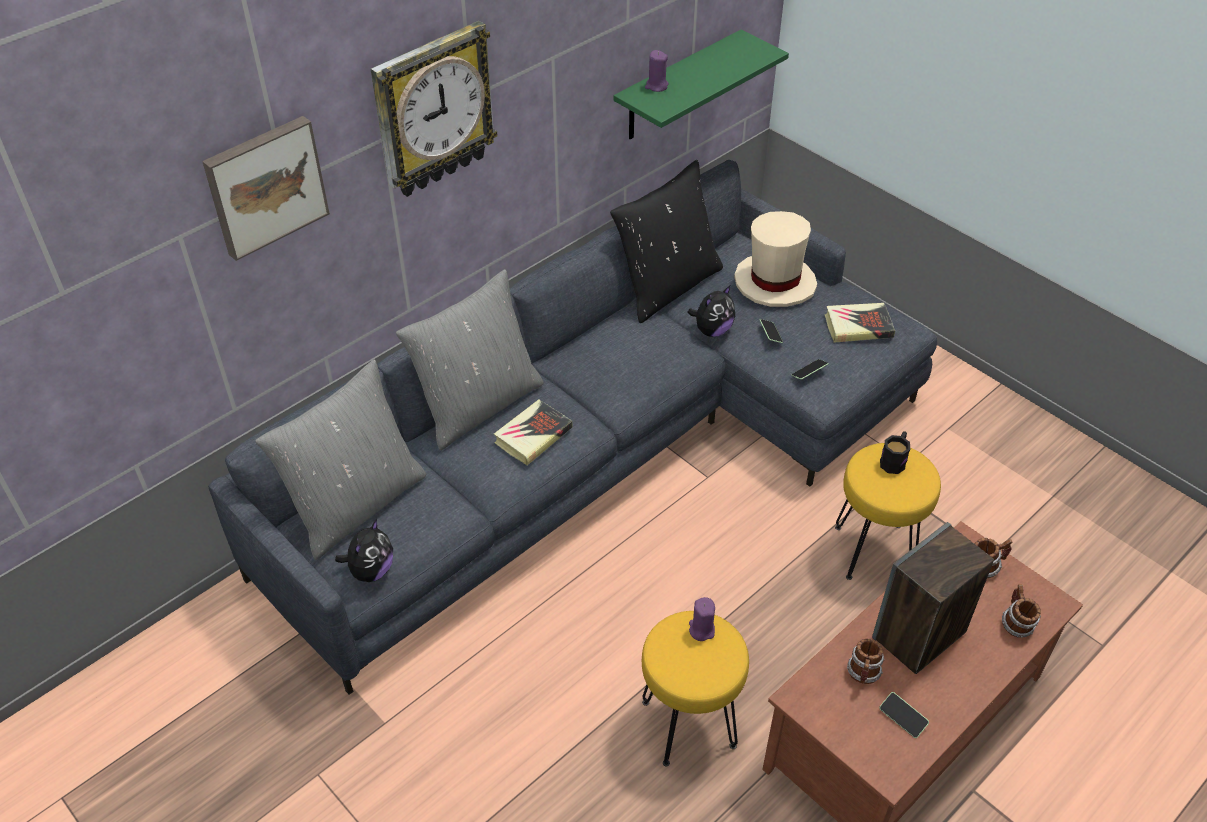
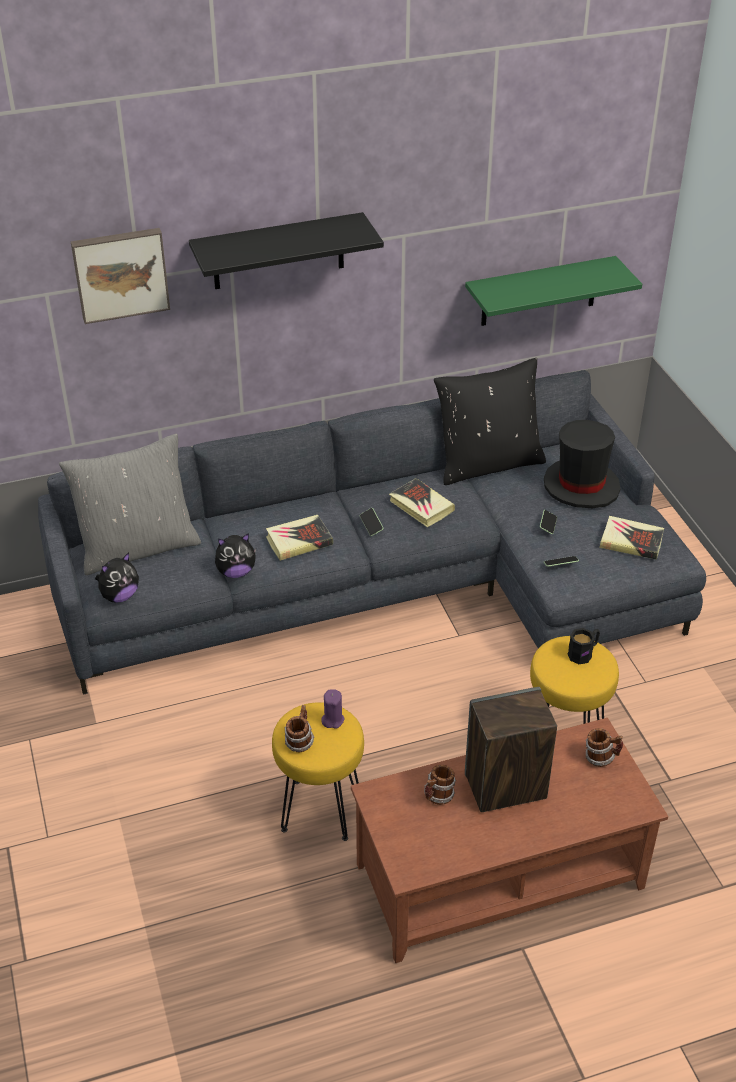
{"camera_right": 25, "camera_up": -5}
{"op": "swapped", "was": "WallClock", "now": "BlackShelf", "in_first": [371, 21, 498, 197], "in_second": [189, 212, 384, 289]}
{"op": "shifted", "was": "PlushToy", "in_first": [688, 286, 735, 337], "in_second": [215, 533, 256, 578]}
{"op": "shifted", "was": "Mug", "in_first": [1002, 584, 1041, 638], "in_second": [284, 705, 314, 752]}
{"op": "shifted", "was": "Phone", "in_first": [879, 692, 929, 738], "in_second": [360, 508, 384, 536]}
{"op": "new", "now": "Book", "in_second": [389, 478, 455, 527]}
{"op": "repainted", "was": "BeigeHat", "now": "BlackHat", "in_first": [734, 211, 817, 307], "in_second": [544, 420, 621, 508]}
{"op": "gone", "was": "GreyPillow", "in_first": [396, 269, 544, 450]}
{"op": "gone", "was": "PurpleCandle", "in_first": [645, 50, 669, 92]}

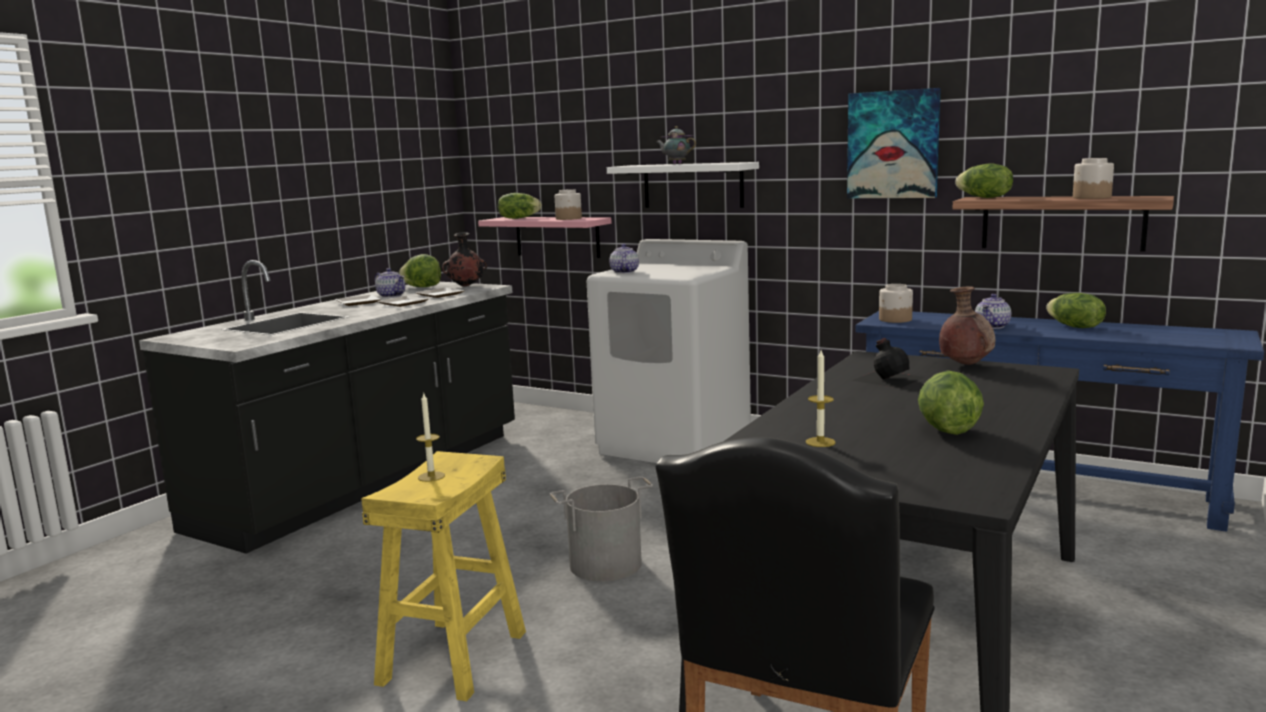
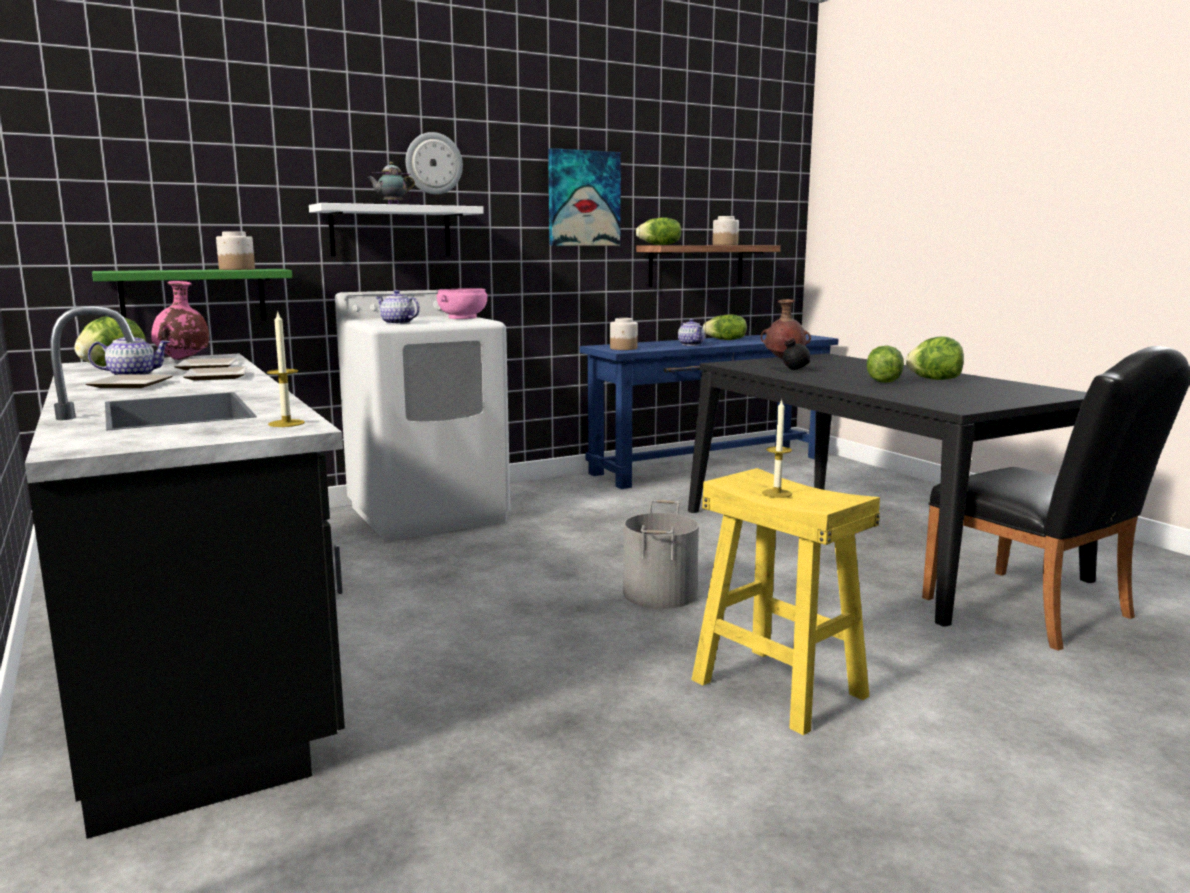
{"camera_right": -60, "camera_up": 0}
{"op": "repainted", "was": "PinkShelf", "now": "GreenShelf", "in_first": [478, 217, 611, 258], "in_second": [92, 269, 292, 320]}
{"op": "repainted", "was": "BlackVase", "now": "PinkVase", "in_first": [442, 232, 487, 287], "in_second": [151, 281, 209, 360]}
{"op": "shifted", "was": "Candle", "in_first": [806, 350, 835, 447], "in_second": [267, 310, 305, 427]}
{"op": "new", "now": "WallClock", "in_second": [406, 132, 463, 195]}
{"op": "new", "now": "PinkBowl", "in_second": [437, 288, 487, 319]}
{"op": "shifted", "was": "Lettuce", "in_first": [498, 193, 542, 219], "in_second": [867, 346, 904, 383]}

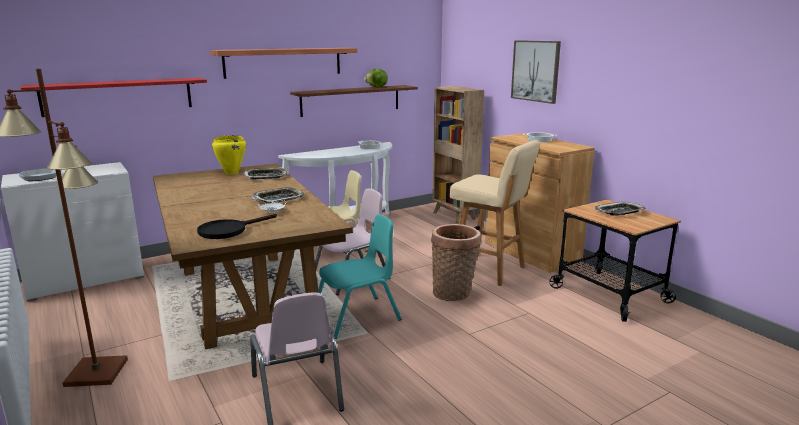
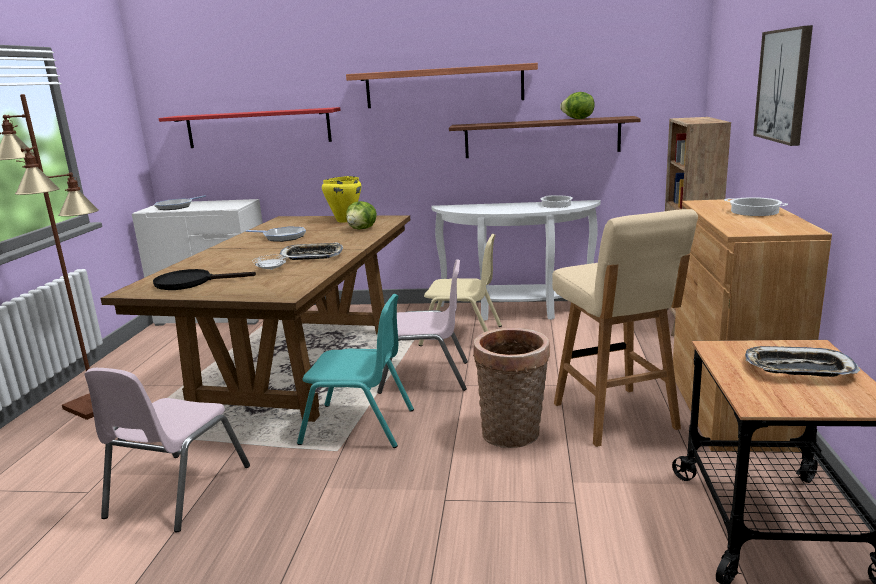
{"camera_right": 40, "camera_up": 0}
{"op": "new", "now": "FryingPan", "in_second": [246, 227, 306, 242]}
{"op": "swapped", "was": "Tray", "now": "Lettuce", "in_first": [243, 167, 287, 179], "in_second": [346, 201, 377, 229]}

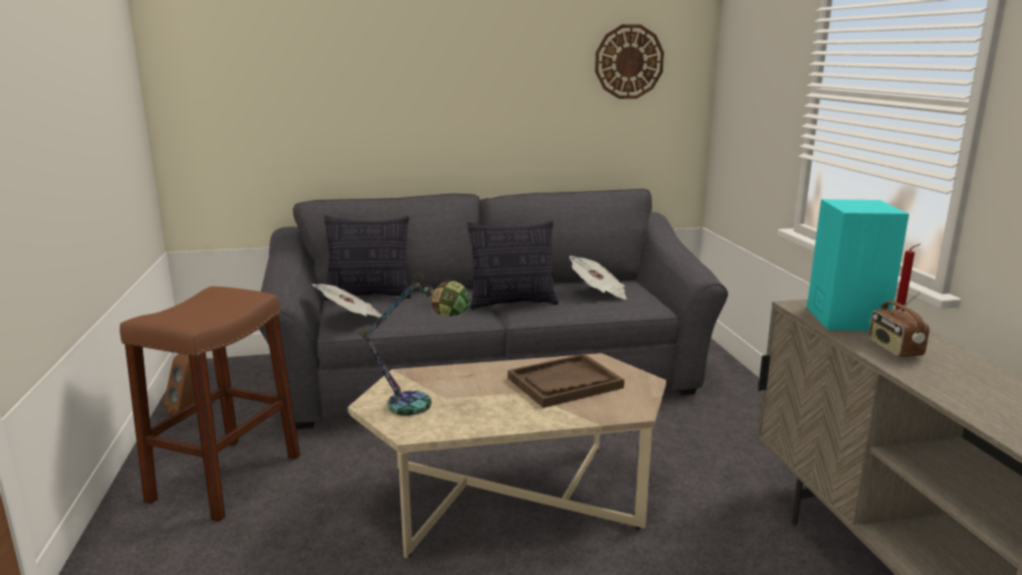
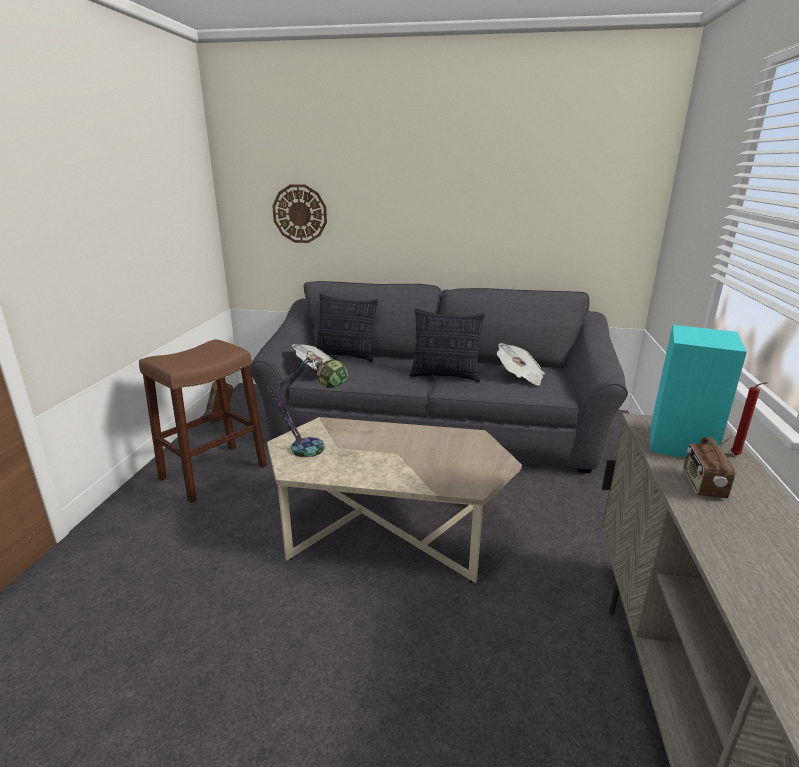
{"camera_right": 20, "camera_up": 5}
{"op": "shifted", "was": "WallClock", "in_first": [595, 24, 664, 99], "in_second": [272, 184, 327, 243]}
{"op": "gone", "was": "BrownTray", "in_first": [508, 354, 624, 408]}

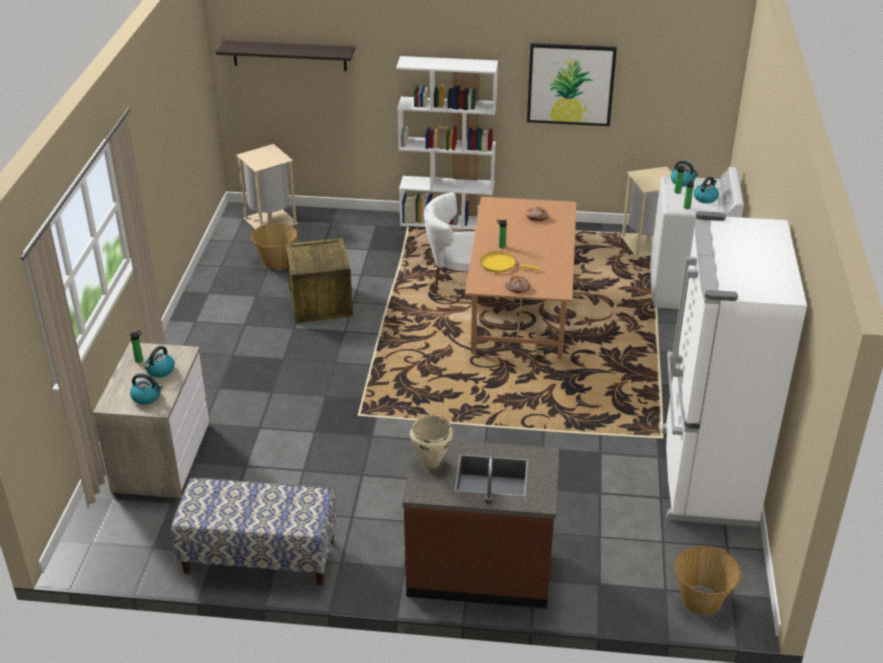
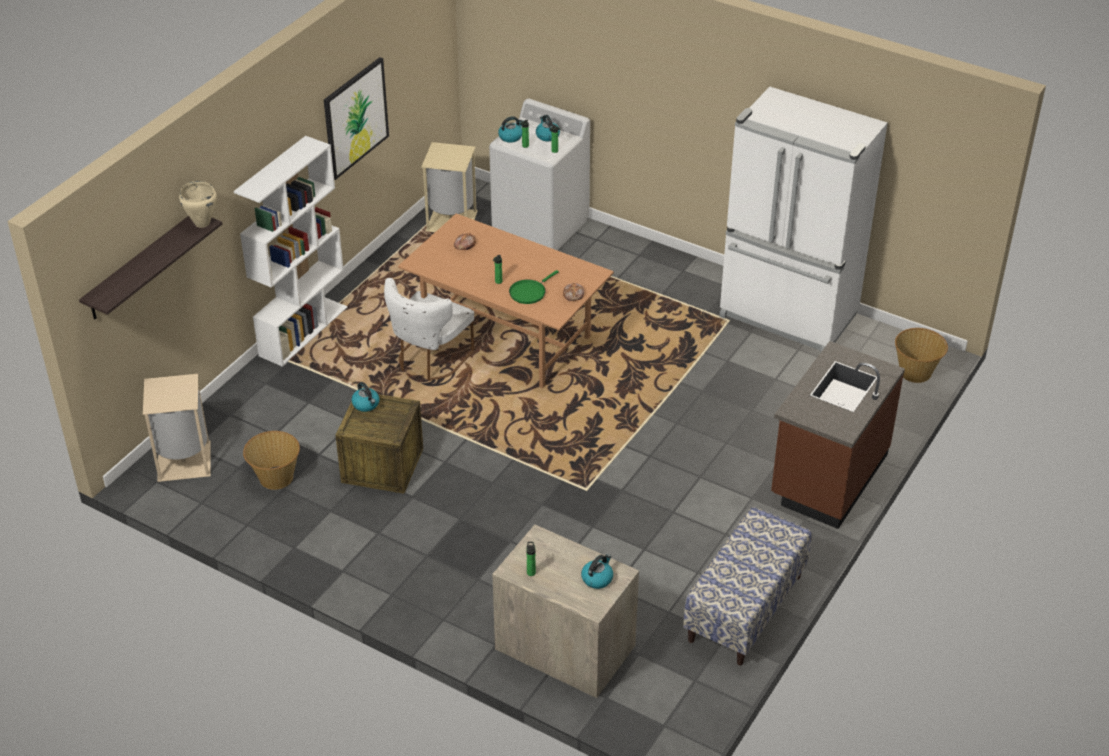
{"camera_right": -65, "camera_up": 5}
{"op": "shifted", "was": "BeigeCookingPot", "in_first": [410, 415, 453, 468], "in_second": [179, 181, 217, 228]}
{"op": "shifted", "was": "Kettle", "in_first": [145, 346, 175, 377], "in_second": [351, 382, 380, 412]}
{"op": "repainted", "was": "YellowFryingPan", "now": "GreenFryingPan", "in_first": [480, 251, 541, 273], "in_second": [509, 270, 559, 304]}

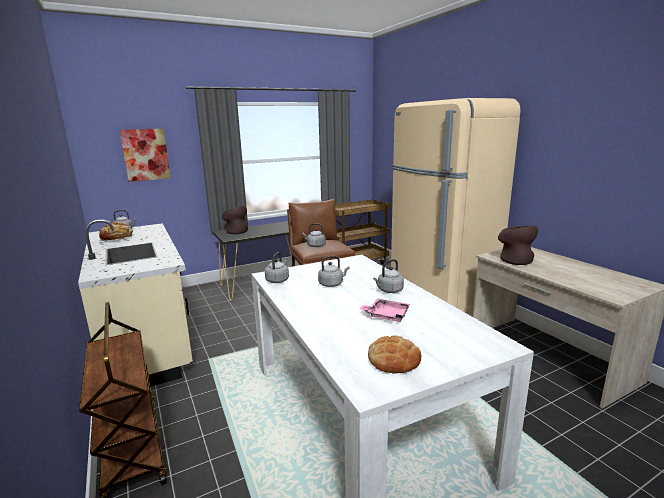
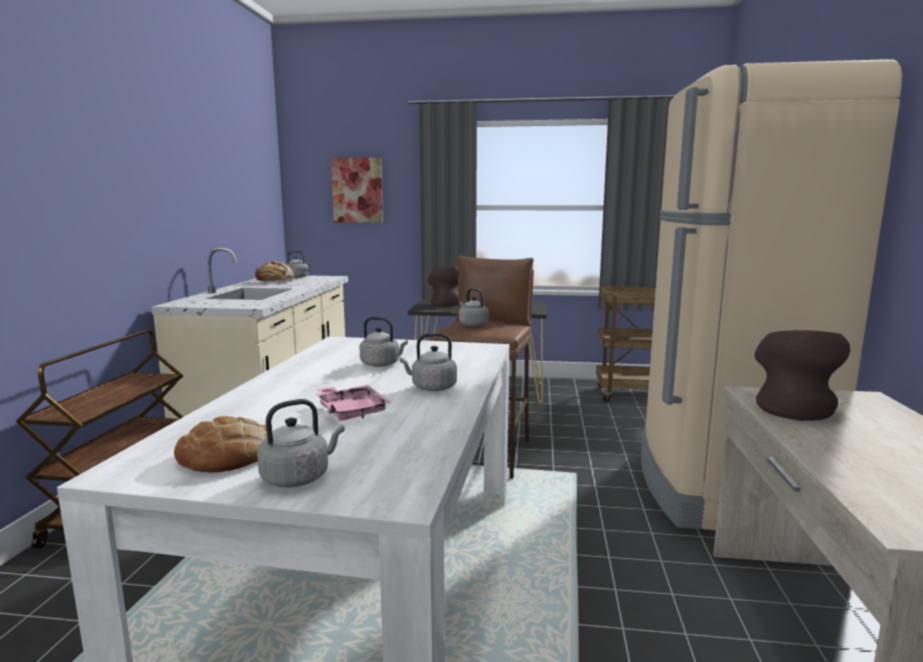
{"camera_right": 35, "camera_up": -5}
{"op": "shifted", "was": "GreyKettle", "in_first": [265, 252, 289, 283], "in_second": [257, 399, 345, 488]}

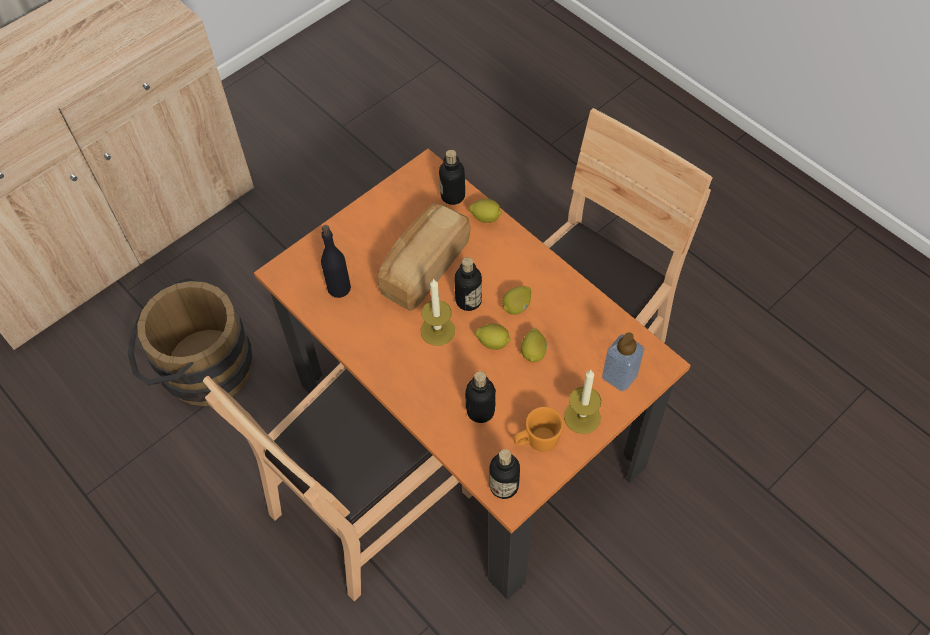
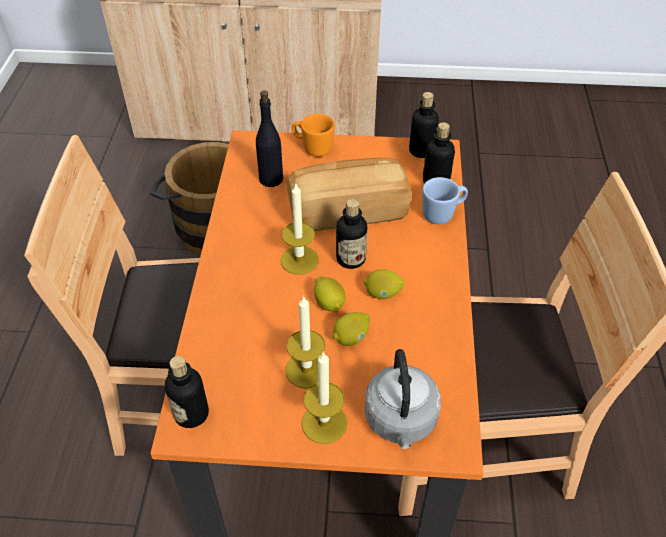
{"camera_right": 45, "camera_up": -10}
{"op": "new", "now": "Candle", "in_second": [285, 295, 325, 389]}
{"op": "shifted", "was": "OrangeMug", "in_first": [513, 407, 564, 452], "in_second": [292, 114, 335, 157]}
{"op": "swapped", "was": "SoapDispenser", "now": "GreyKettle", "in_first": [602, 332, 644, 392], "in_second": [365, 349, 441, 449]}
{"op": "shifted", "was": "Bottle", "in_first": [465, 371, 496, 423], "in_second": [409, 92, 439, 158]}
{"op": "swapped", "was": "Lemon", "now": "BlueMug", "in_first": [469, 199, 502, 223], "in_second": [422, 177, 468, 224]}

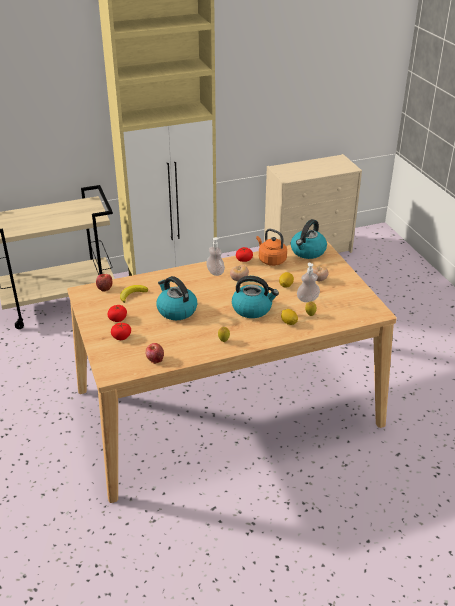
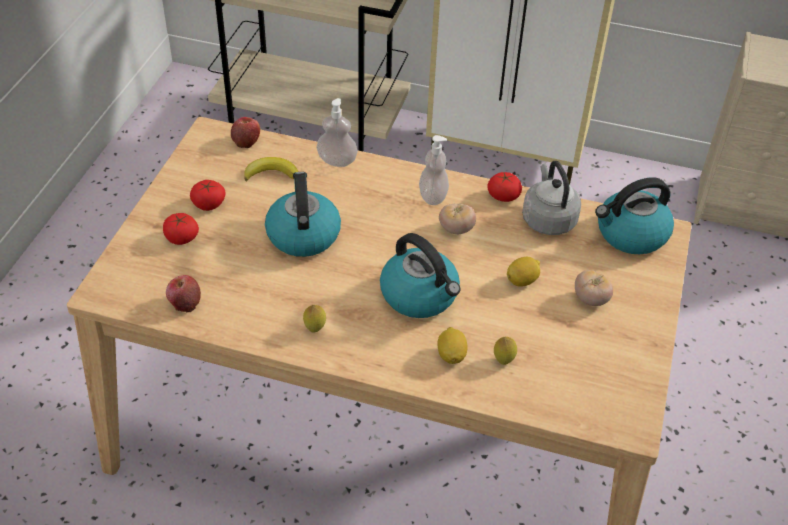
{"camera_right": 35, "camera_up": 10}
{"op": "shifted", "was": "SoapDispenser", "in_first": [297, 263, 320, 302], "in_second": [316, 98, 358, 167]}
{"op": "repainted", "was": "OrangeKettle", "now": "GreyKettle", "in_first": [256, 229, 287, 266], "in_second": [522, 161, 581, 235]}

